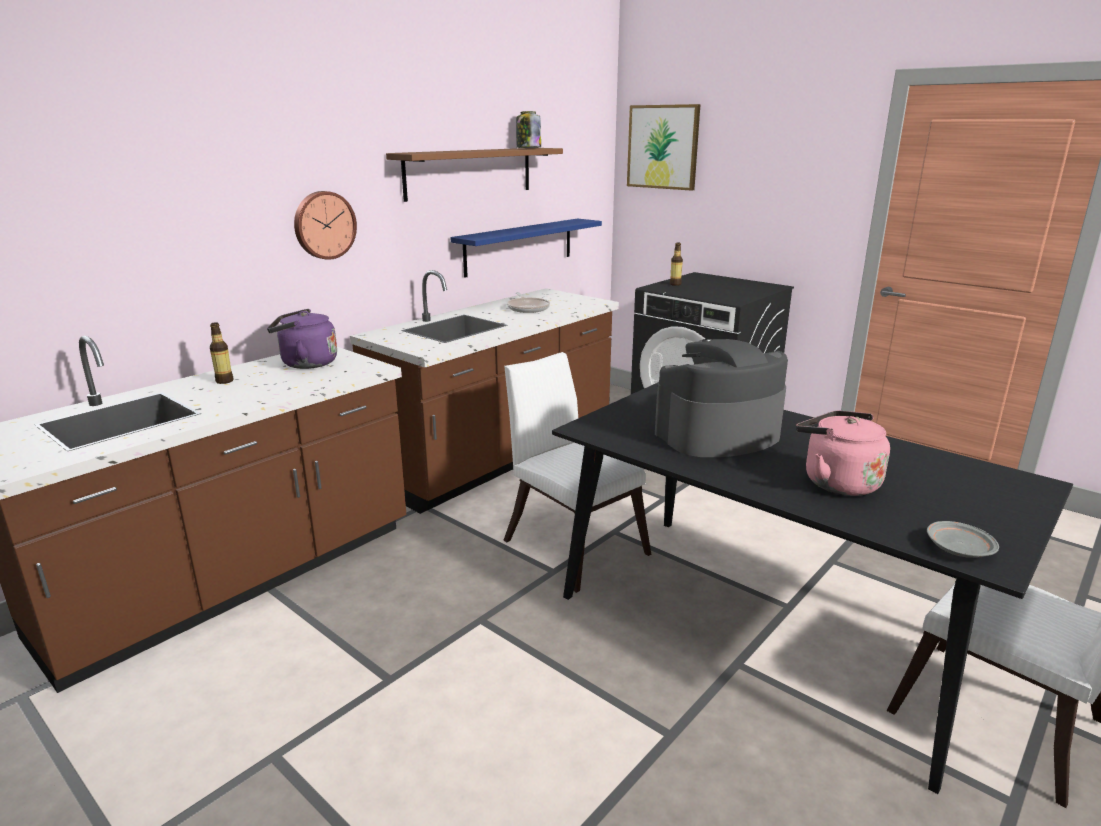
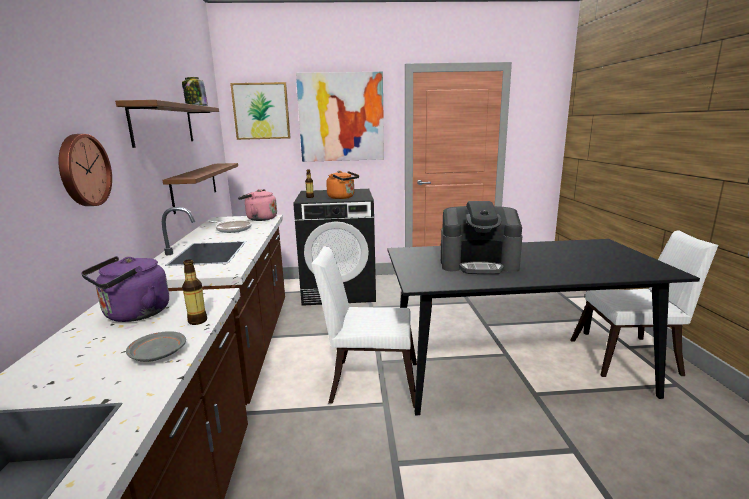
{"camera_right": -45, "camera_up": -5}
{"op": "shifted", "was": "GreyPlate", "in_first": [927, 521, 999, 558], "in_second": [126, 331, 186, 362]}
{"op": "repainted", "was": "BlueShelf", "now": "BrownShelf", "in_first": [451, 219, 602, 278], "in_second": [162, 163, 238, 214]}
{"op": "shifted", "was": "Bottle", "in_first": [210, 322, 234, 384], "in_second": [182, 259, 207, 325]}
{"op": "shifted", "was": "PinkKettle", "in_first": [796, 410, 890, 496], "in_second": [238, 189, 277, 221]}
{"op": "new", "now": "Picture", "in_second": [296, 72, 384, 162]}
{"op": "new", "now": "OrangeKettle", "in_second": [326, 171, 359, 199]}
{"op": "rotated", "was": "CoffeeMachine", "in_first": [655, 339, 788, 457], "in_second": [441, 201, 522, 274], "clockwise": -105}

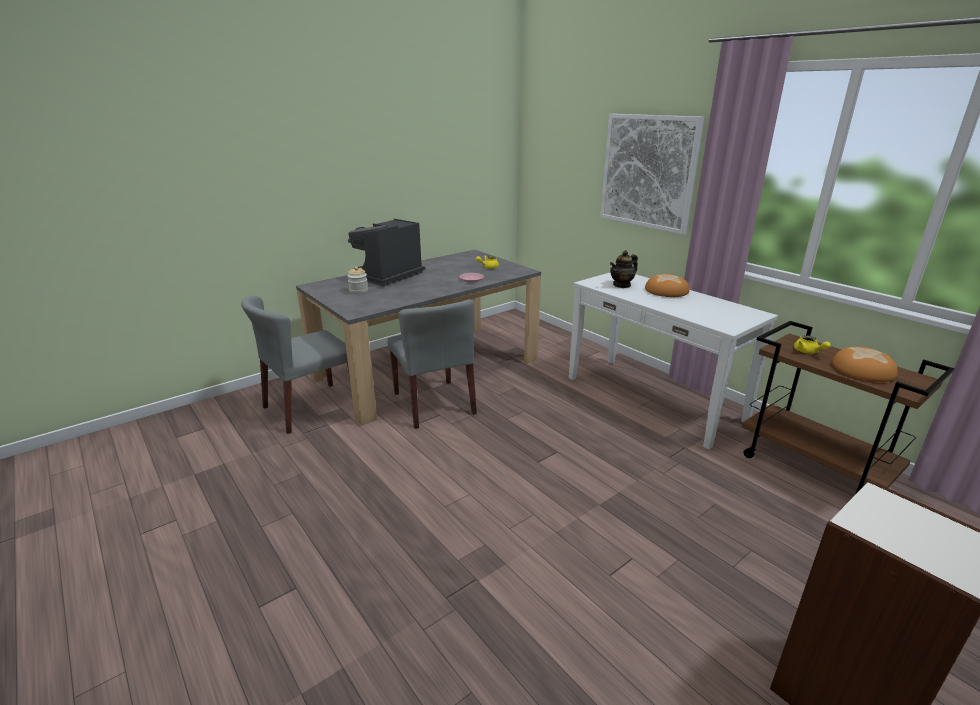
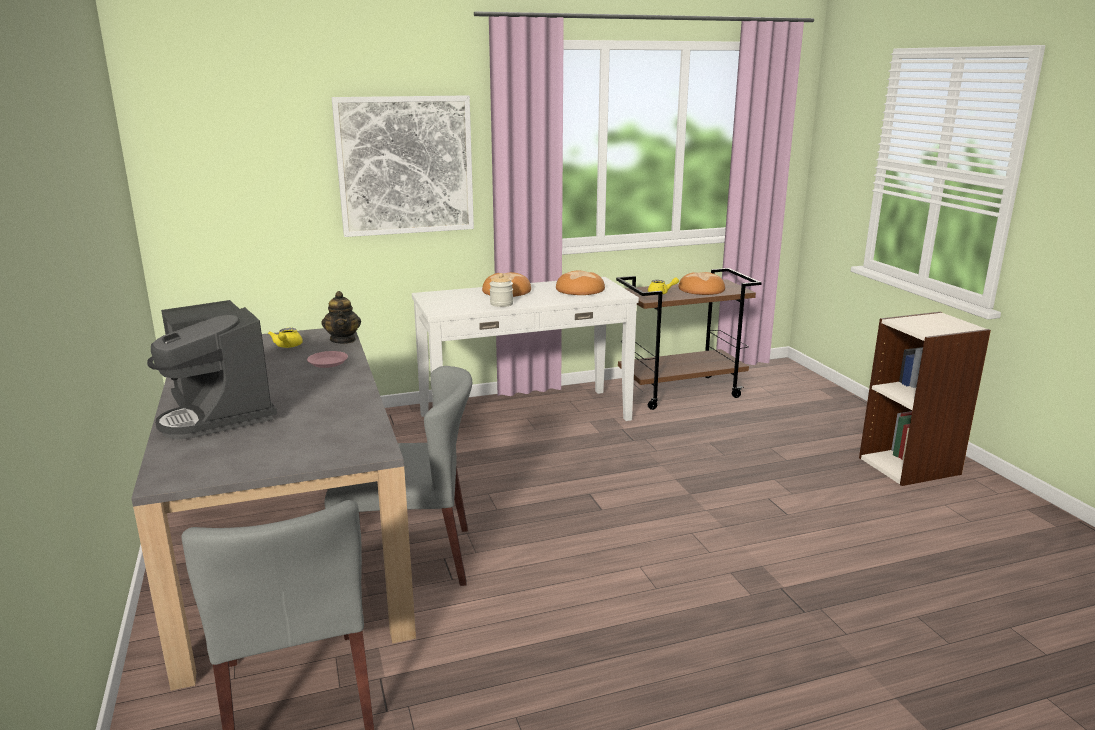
{"camera_right": -70, "camera_up": -5}
{"op": "shifted", "was": "Teapot", "in_first": [610, 250, 638, 288], "in_second": [322, 291, 361, 344]}
{"op": "shifted", "was": "Jar", "in_first": [347, 267, 368, 294], "in_second": [490, 273, 513, 307]}
{"op": "new", "now": "Bread", "in_second": [556, 270, 605, 295]}

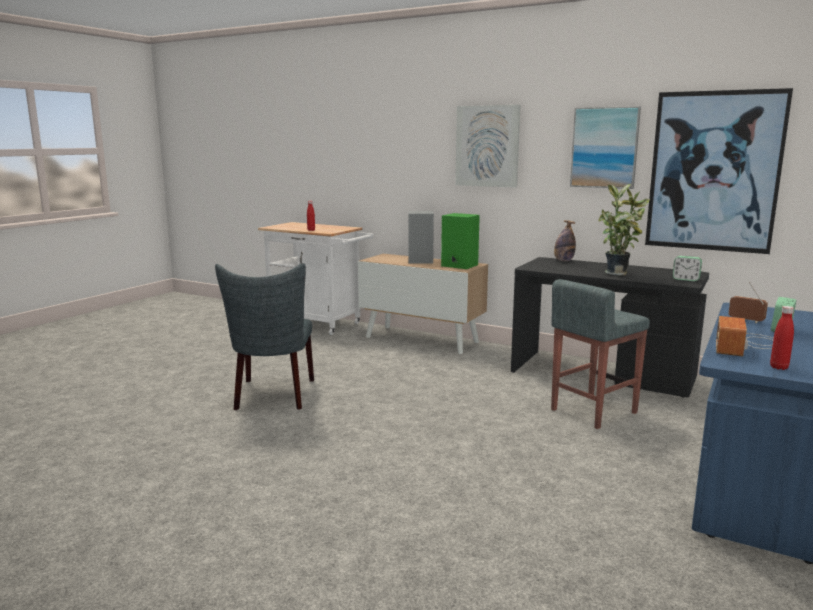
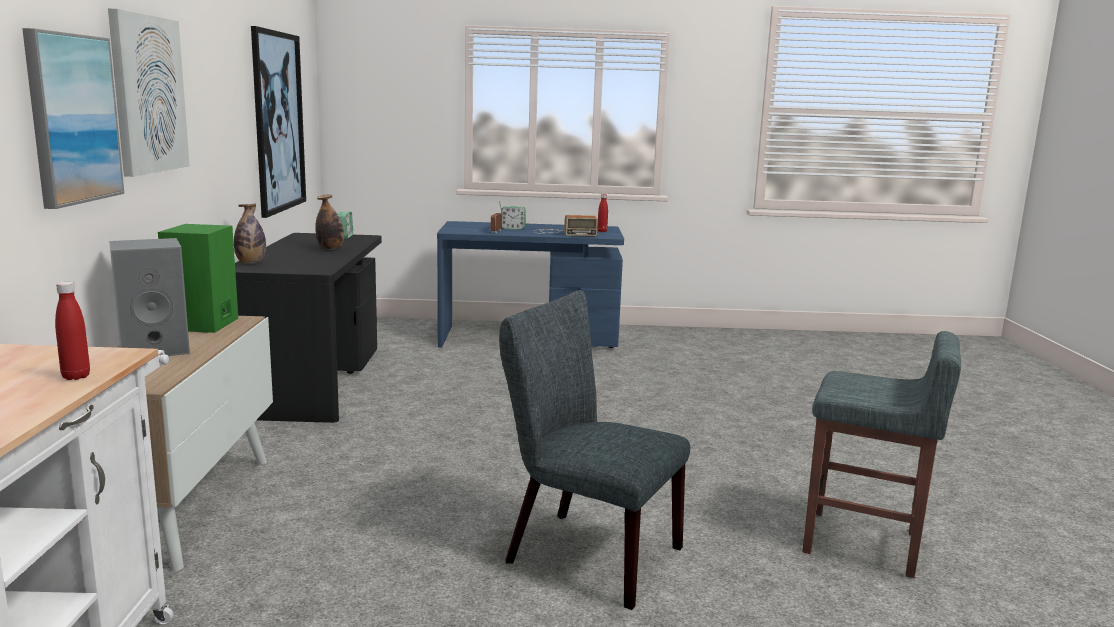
{"camera_right": -120, "camera_up": 0}
{"op": "shifted", "was": "Picture", "in_first": [570, 106, 641, 189], "in_second": [22, 28, 124, 209]}
{"op": "swapped", "was": "PottedPlant", "now": "Bottle", "in_first": [599, 184, 650, 276], "in_second": [315, 195, 344, 250]}
{"op": "rotated", "was": "GreyChair", "in_first": [215, 263, 314, 410], "in_second": [499, 290, 690, 610], "clockwise": -120}
{"op": "shifted", "was": "GreyStool", "in_first": [551, 279, 650, 429], "in_second": [802, 331, 961, 578]}

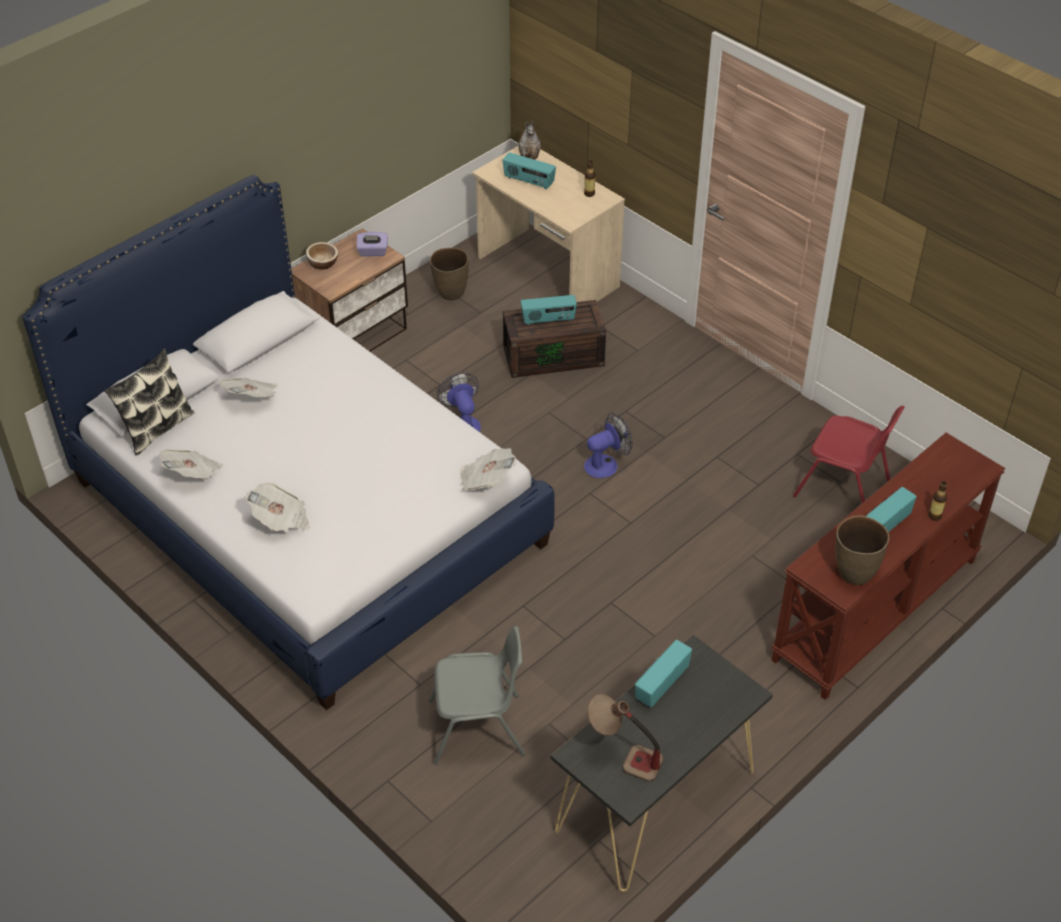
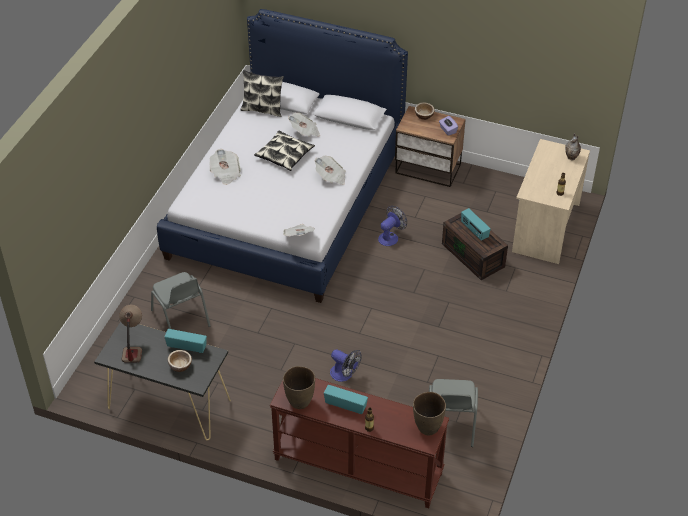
{"camera_right": 65, "camera_up": 0}
{"op": "new", "now": "Bowl", "in_second": [168, 350, 192, 372]}
{"op": "new", "now": "Pillow", "in_second": [254, 130, 315, 171]}
{"op": "shifted", "was": "Newspaper", "in_first": [159, 450, 223, 479], "in_second": [315, 156, 346, 185]}
{"op": "shifted", "was": "Fan", "in_first": [584, 413, 633, 478], "in_second": [330, 349, 362, 382]}
{"op": "shifted", "was": "BrownVase", "in_first": [430, 248, 469, 300], "in_second": [413, 392, 446, 435]}
{"op": "repainted", "was": "RedChair", "now": "GreyChair", "in_first": [793, 406, 905, 503], "in_second": [429, 379, 478, 447]}
{"op": "gone", "was": "Radio", "in_first": [503, 152, 556, 190]}

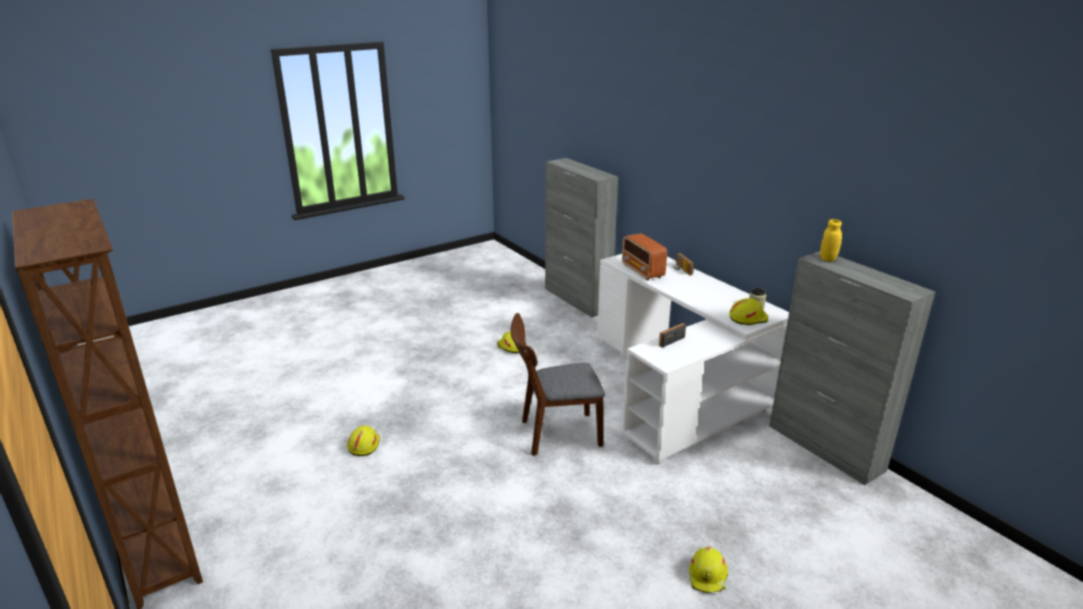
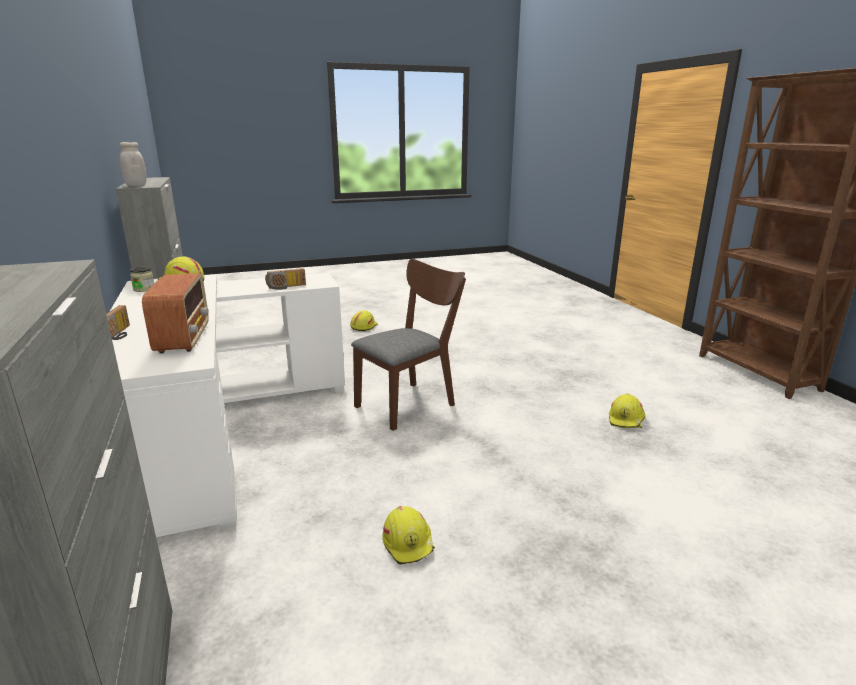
{"camera_right": -165, "camera_up": -5}
{"op": "repainted", "was": "YellowJar", "now": "WhiteJar", "in_first": [820, 219, 842, 262], "in_second": [120, 142, 147, 186]}
{"op": "rotated", "was": "BrownChair", "in_first": [510, 313, 605, 456], "in_second": [351, 259, 466, 431], "clockwise": -45}

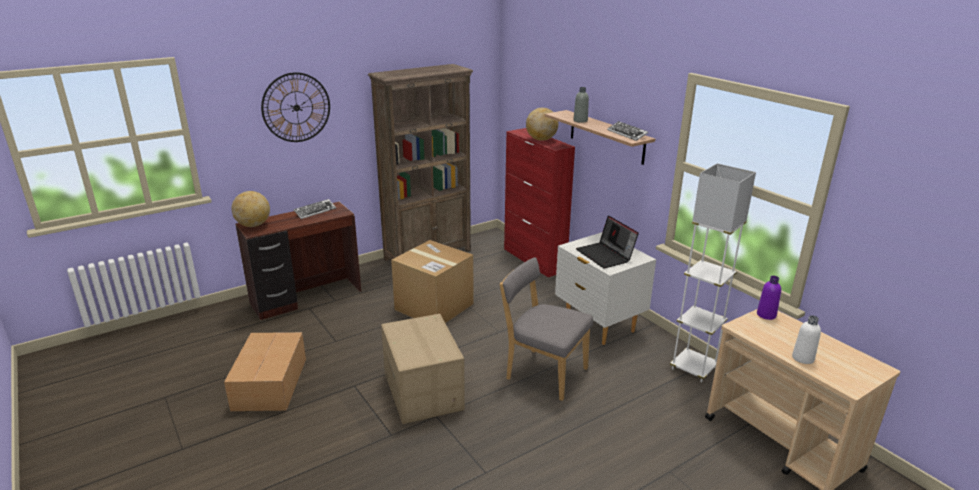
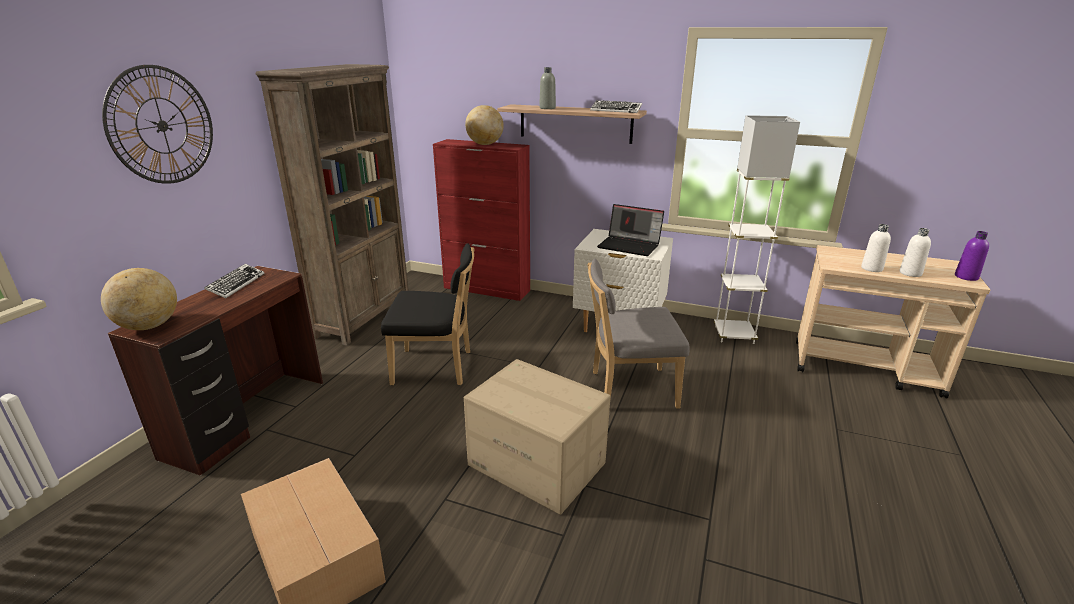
{"camera_right": -35, "camera_up": 0}
{"op": "swapped", "was": "CardboardBox", "now": "BlackChair", "in_first": [391, 240, 474, 323], "in_second": [381, 243, 474, 385]}
{"op": "new", "now": "WhiteBottle", "in_second": [861, 224, 891, 272]}
{"op": "shifted", "was": "PurpleBottle", "in_first": [757, 276, 781, 320], "in_second": [955, 231, 989, 281]}

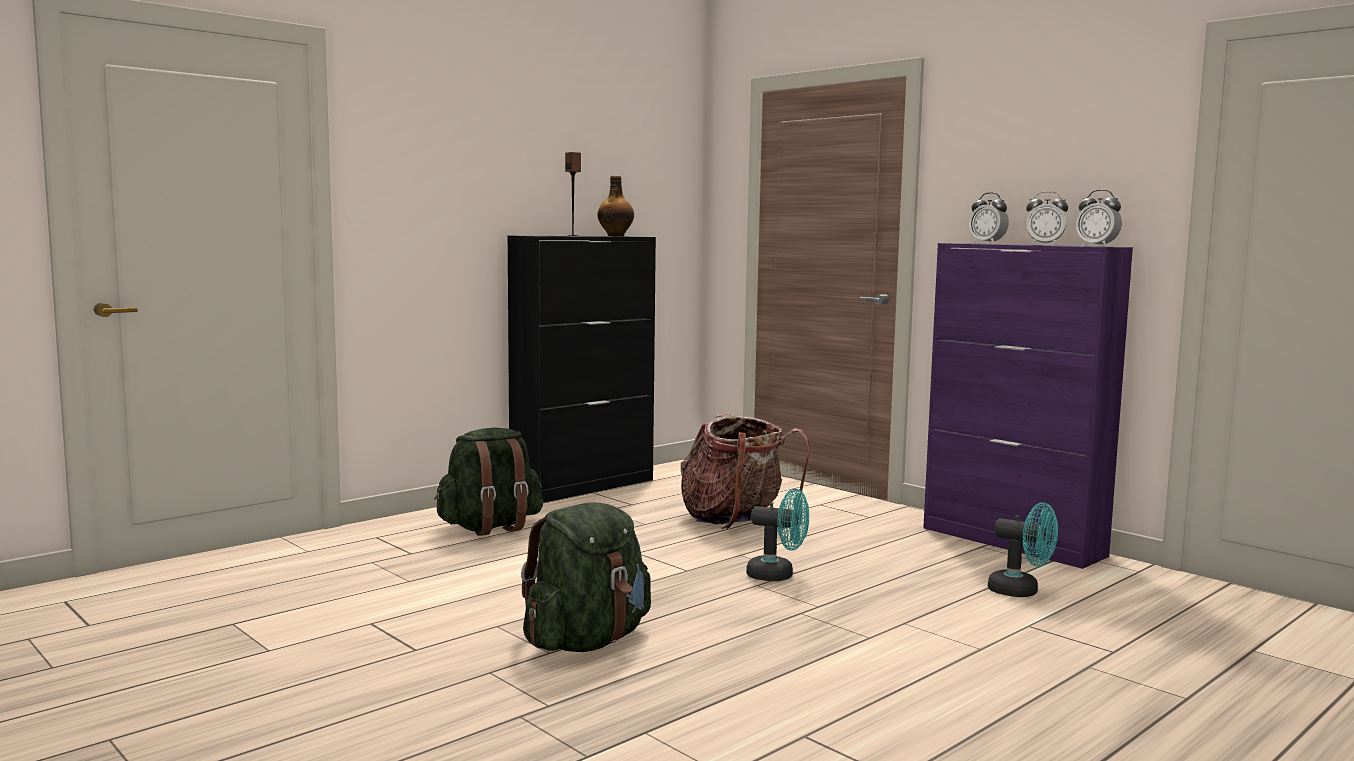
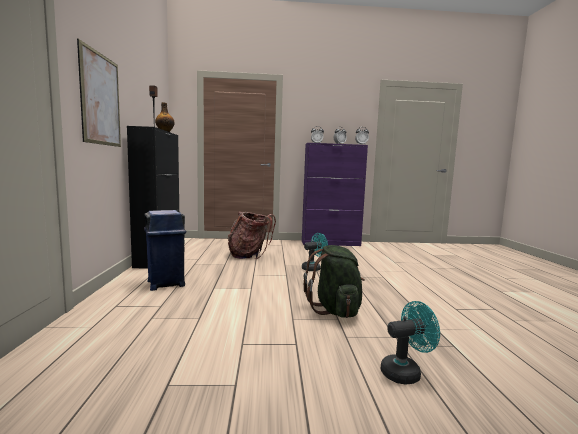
{"camera_right": -50, "camera_up": 0}
{"op": "new", "now": "Picture", "in_second": [77, 39, 121, 147]}
{"op": "swapped", "was": "GreenBackpack", "now": "BlueTrashCan", "in_first": [434, 428, 543, 536], "in_second": [144, 210, 186, 291]}
{"op": "shifted", "was": "TurquoiseFan", "in_first": [988, 502, 1058, 597], "in_second": [381, 301, 440, 385]}

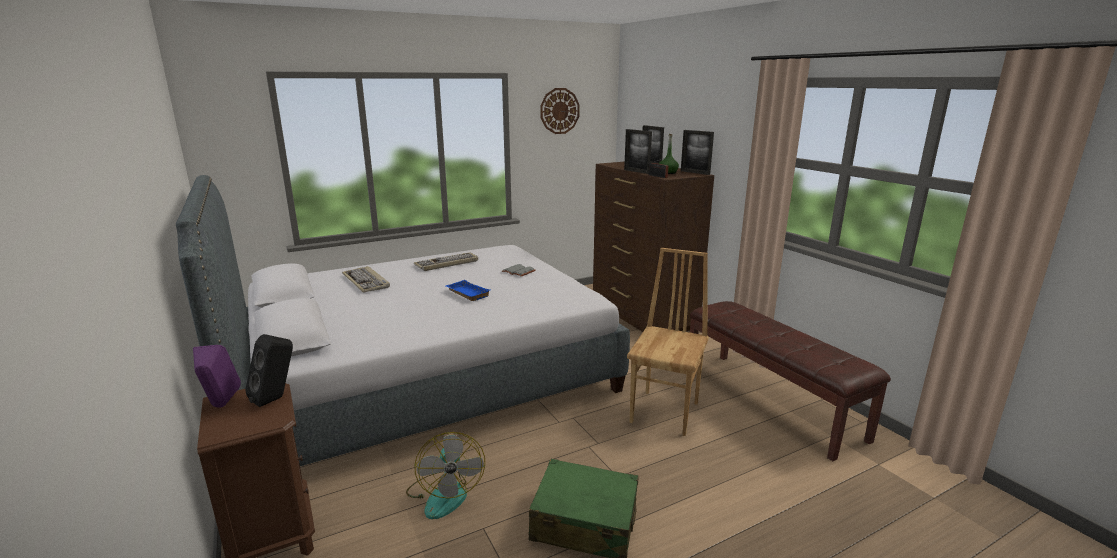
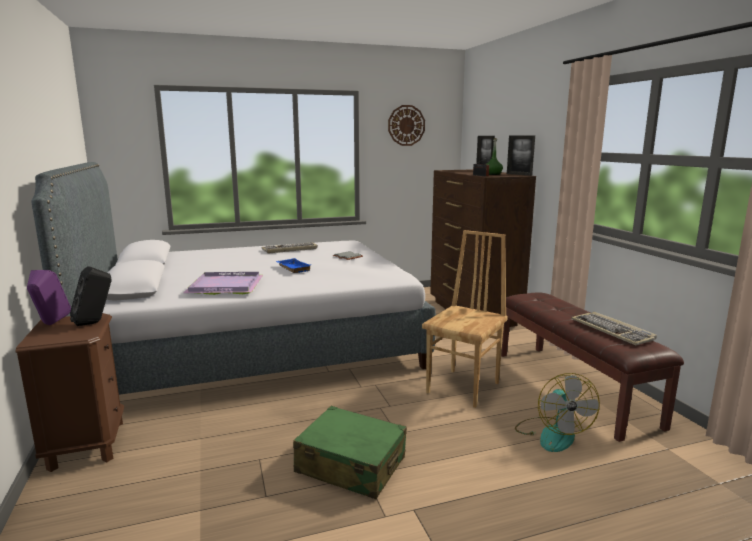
{"camera_right": 10, "camera_up": -5}
{"op": "new", "now": "PurpleTray", "in_second": [183, 272, 263, 295]}
{"op": "shifted", "was": "Fan", "in_first": [406, 432, 485, 519], "in_second": [515, 373, 600, 452]}
{"op": "shifted", "was": "Keyboard", "in_first": [342, 266, 390, 293], "in_second": [571, 312, 657, 346]}
{"op": "gone", "was": "PictureFrame", "in_first": [624, 129, 652, 174]}

